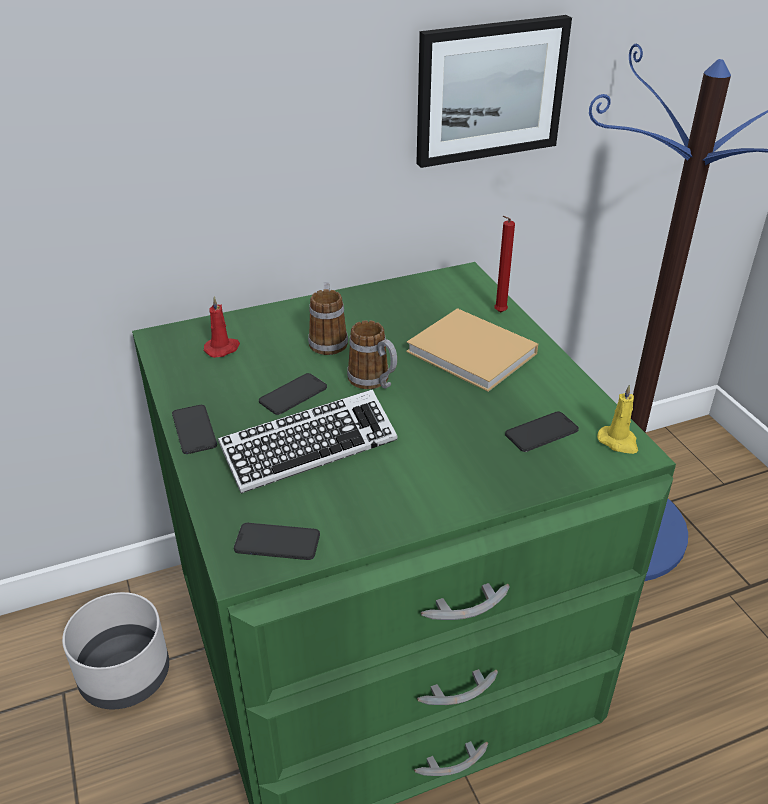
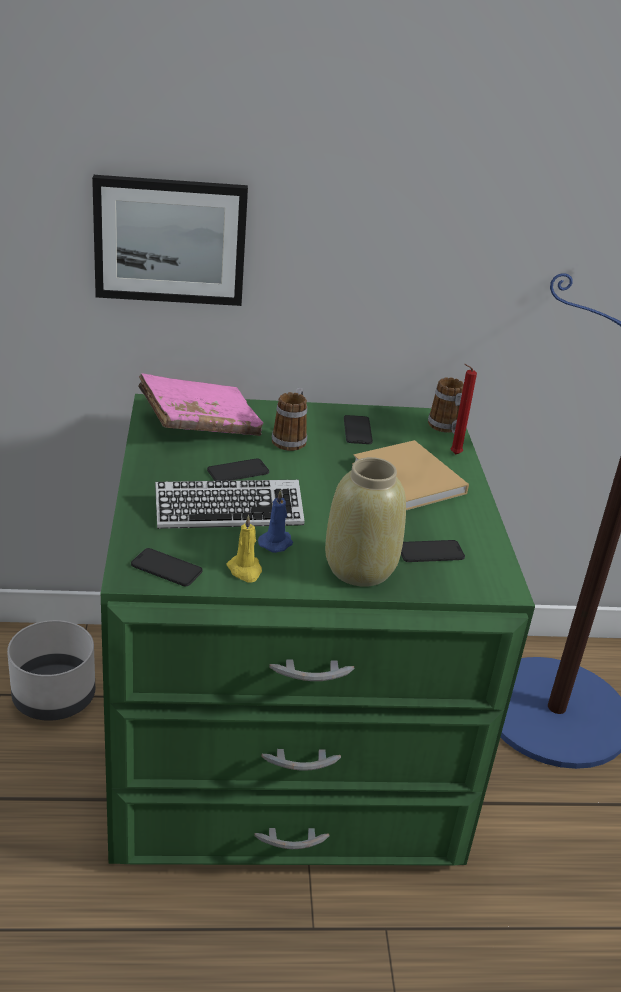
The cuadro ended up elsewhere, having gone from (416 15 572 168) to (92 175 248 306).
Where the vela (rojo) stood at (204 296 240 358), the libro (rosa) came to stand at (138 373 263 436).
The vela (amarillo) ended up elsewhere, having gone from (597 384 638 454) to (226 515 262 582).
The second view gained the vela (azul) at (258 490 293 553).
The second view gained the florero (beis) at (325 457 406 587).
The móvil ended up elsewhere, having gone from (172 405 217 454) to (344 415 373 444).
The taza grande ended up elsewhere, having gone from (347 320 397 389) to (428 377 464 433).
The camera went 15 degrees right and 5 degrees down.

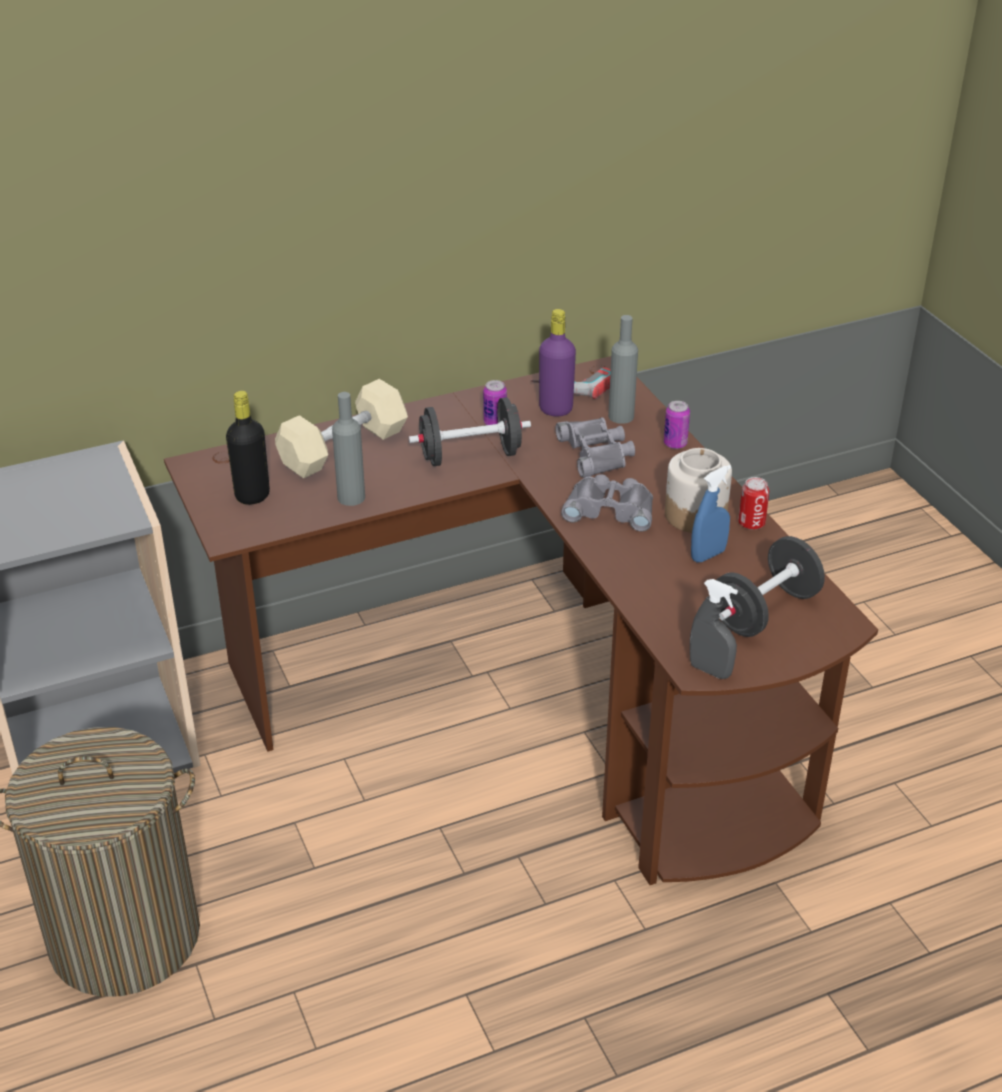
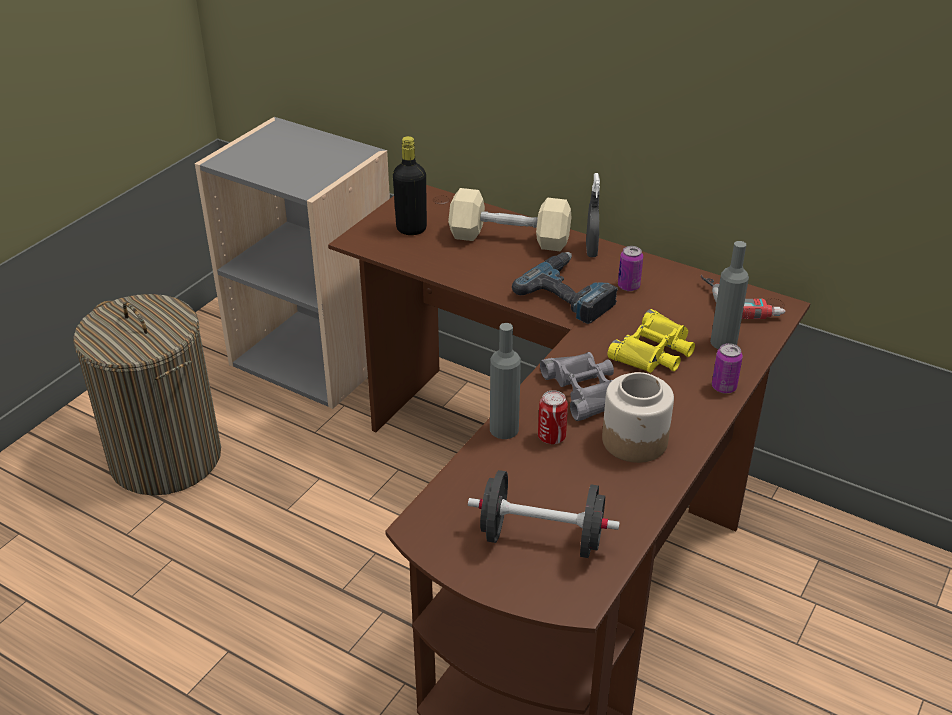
The botella (gris) ended up elsewhere, having gone from (332 392 365 506) to (490 323 521 439).
Where the mancuerna (negro) stood at (408 397 531 466), the taladro came to stand at (512 252 618 324).
The lata ended up elsewhere, having gone from (738 477 769 530) to (538 390 568 444).
The pulverizador (gris) ended up elsewhere, having gone from (690 579 738 679) to (586 173 600 257).
What was the prismáticos (gris) at (555 417 635 478) turned into the prismáticos (amarillo) at (607 309 695 373).
The second view lost the botella (morado) at (539 309 576 416).
The second view lost the pulverizador (azul) at (691 465 731 562).
The camera went 55 degrees right and 0 degrees up.

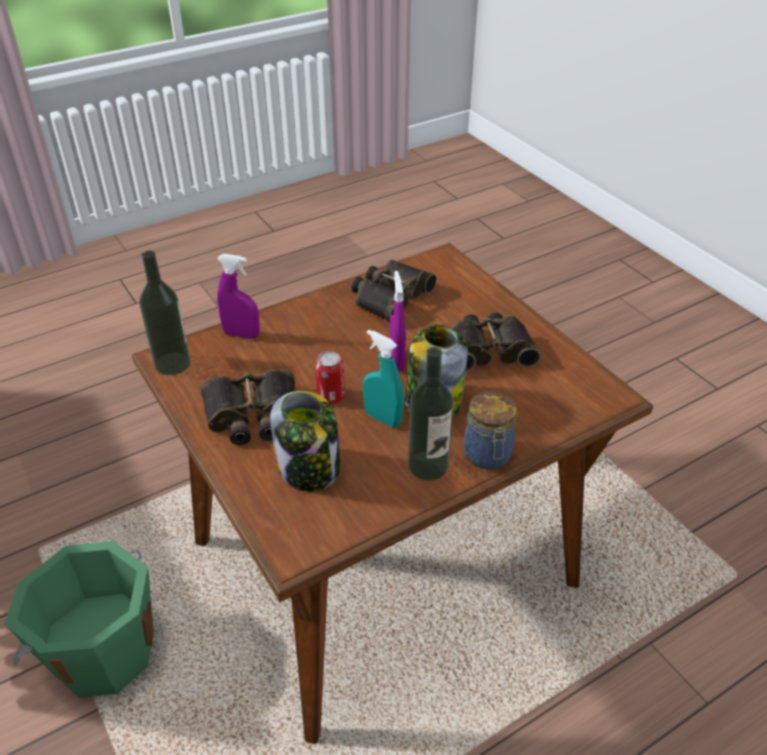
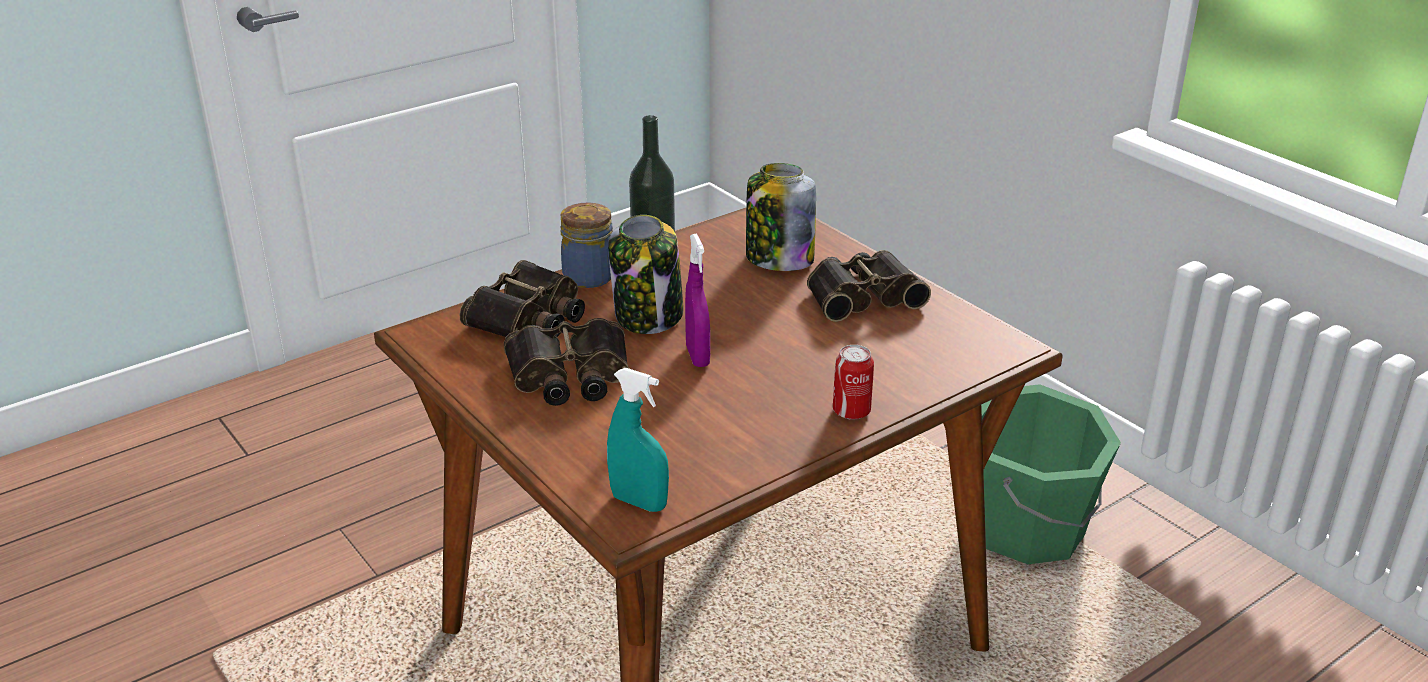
The prismáticos ended up elsewhere, having gone from (351 260 437 322) to (459 260 585 337).
The pulverizador (turquesa) ended up elsewhere, having gone from (363 329 404 427) to (607 368 669 512).
The lata ended up elsewhere, having gone from (315 351 345 404) to (833 345 874 420).
The second view lost the botella at (140 250 191 375).
The second view lost the pulverizador (morado) at (217 254 260 339).
The camera went 175 degrees right and 10 degrees down.

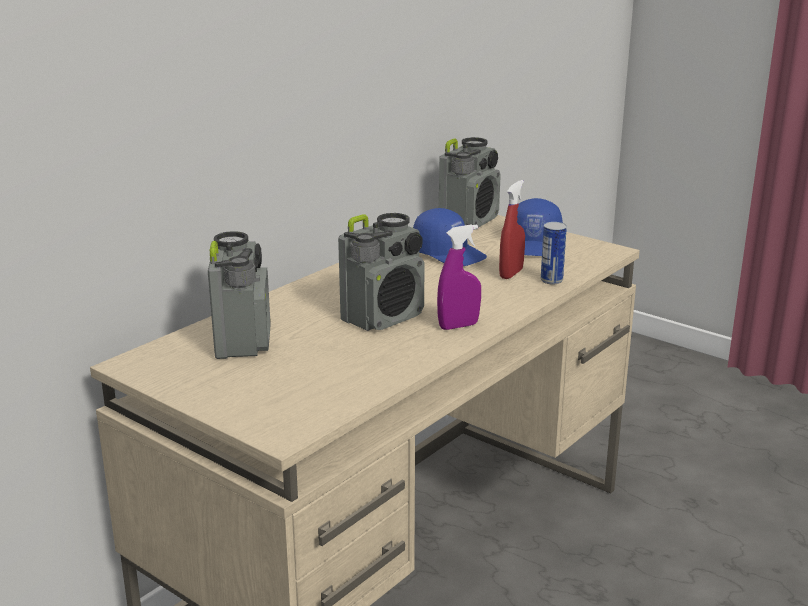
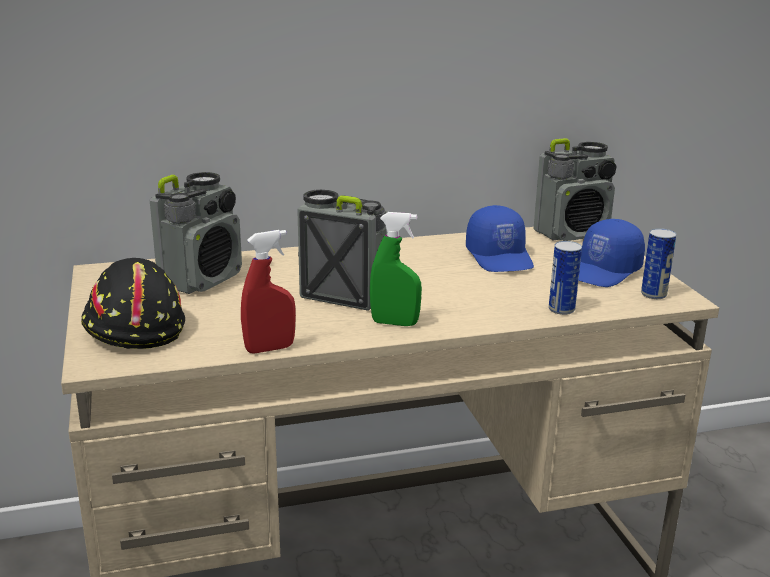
The second view gained the casco (negro) at (81 258 185 349).
The pulverizador (rojo) ended up elsewhere, having gone from (499 180 525 279) to (241 230 296 353).
The radio at (338 213 425 331) ended up facing another way, 150 degrees counterclockwise from before.
What was the pulverizador (morado) at (437 224 481 330) turned into the pulverizador (verde) at (370 212 422 326).
The second view gained the lata at (641 228 676 299).
The camera went 35 degrees right and 0 degrees up.

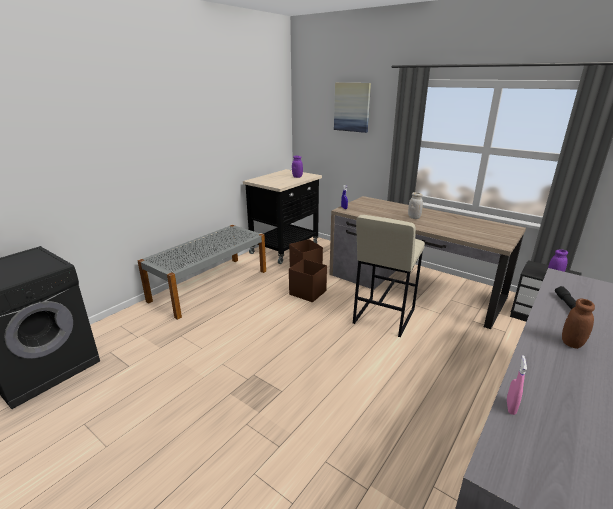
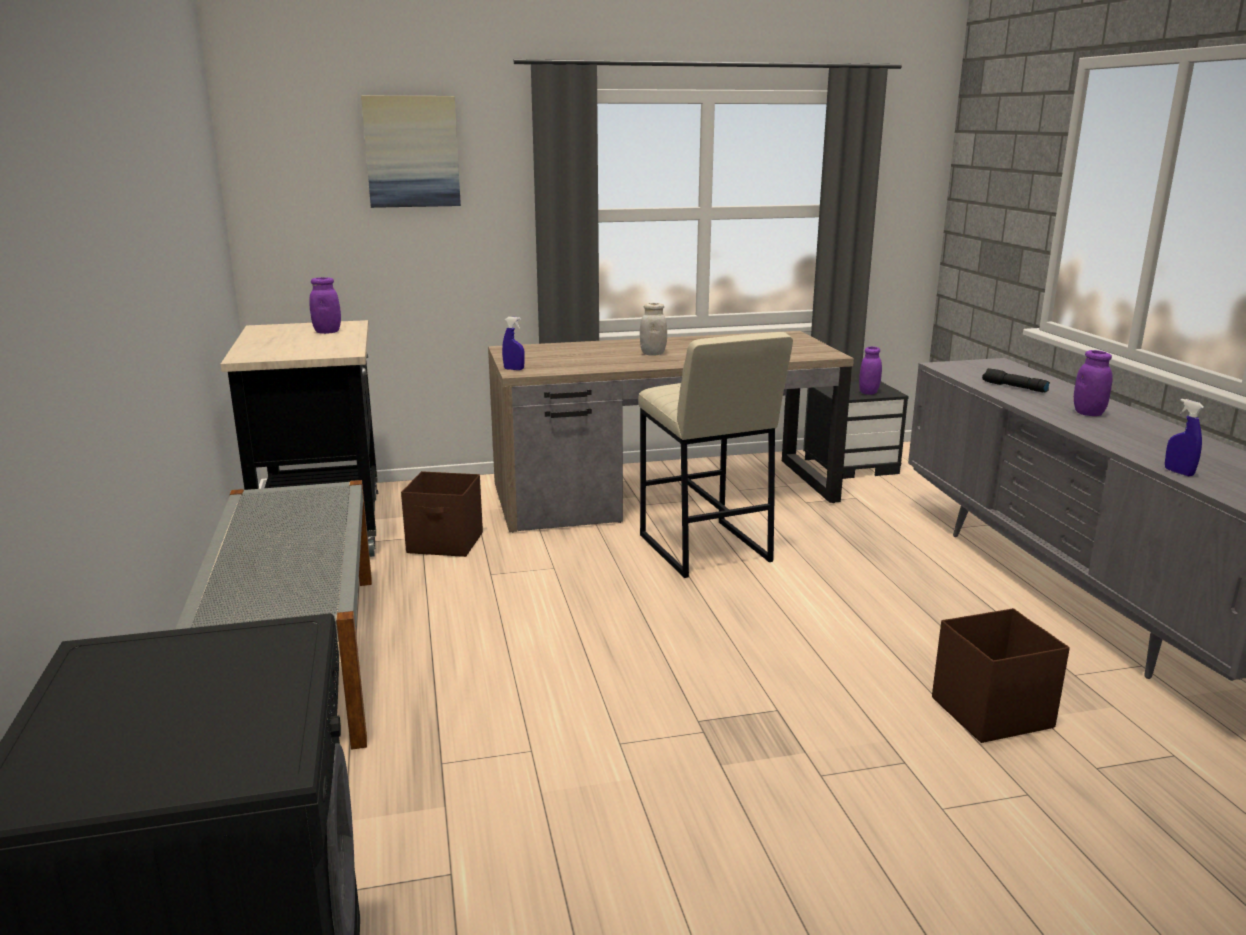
The caja de almacenaje (marrón) ended up elsewhere, having gone from (289 259 327 302) to (932 608 1070 743).
What was the tarro (marrón) at (562 299 595 349) turned into the tarro (morado) at (1074 350 1113 416).
What was the pulverizador (rosa) at (507 355 527 415) turned into the pulverizador (azul) at (1165 399 1204 476).
The camera went 50 degrees left and 5 degrees down.

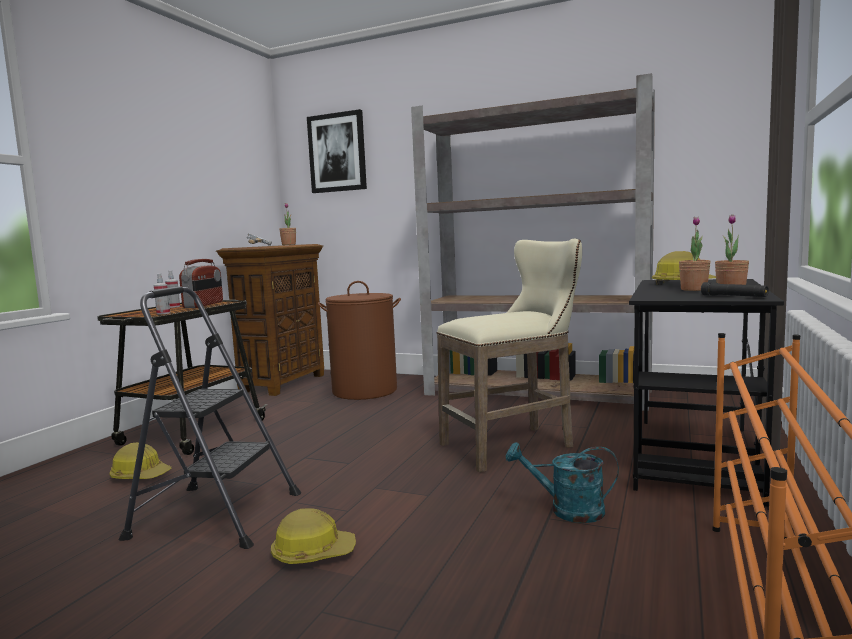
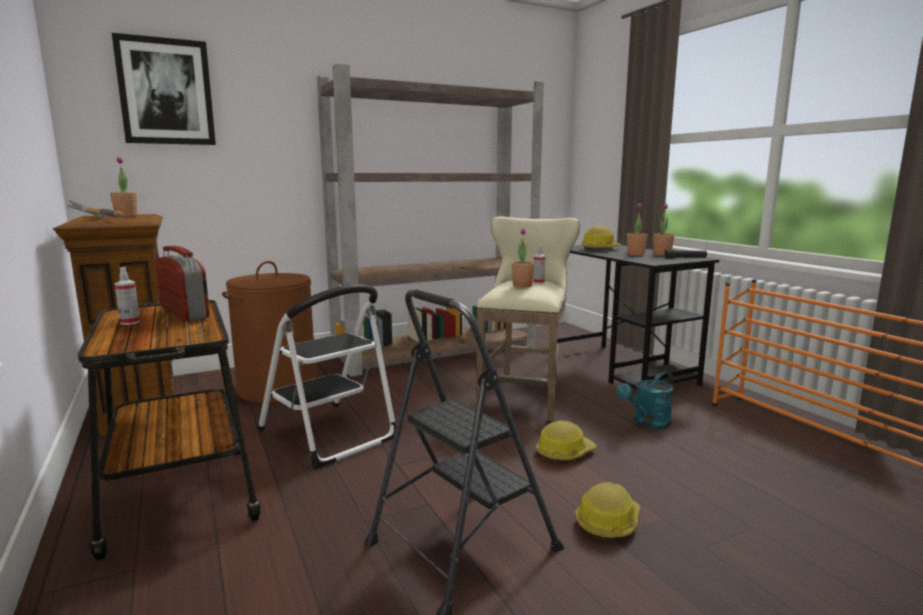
The second view gained the escalera de tijera at (258 284 396 469).
The second view gained the planta en maceta at (511 228 534 287).
The pulverizador ended up elsewhere, having gone from (154 274 170 315) to (533 245 546 284).
The casco ended up elsewhere, having gone from (109 443 172 479) to (536 421 596 461).
The camera went 50 degrees left and 5 degrees up.

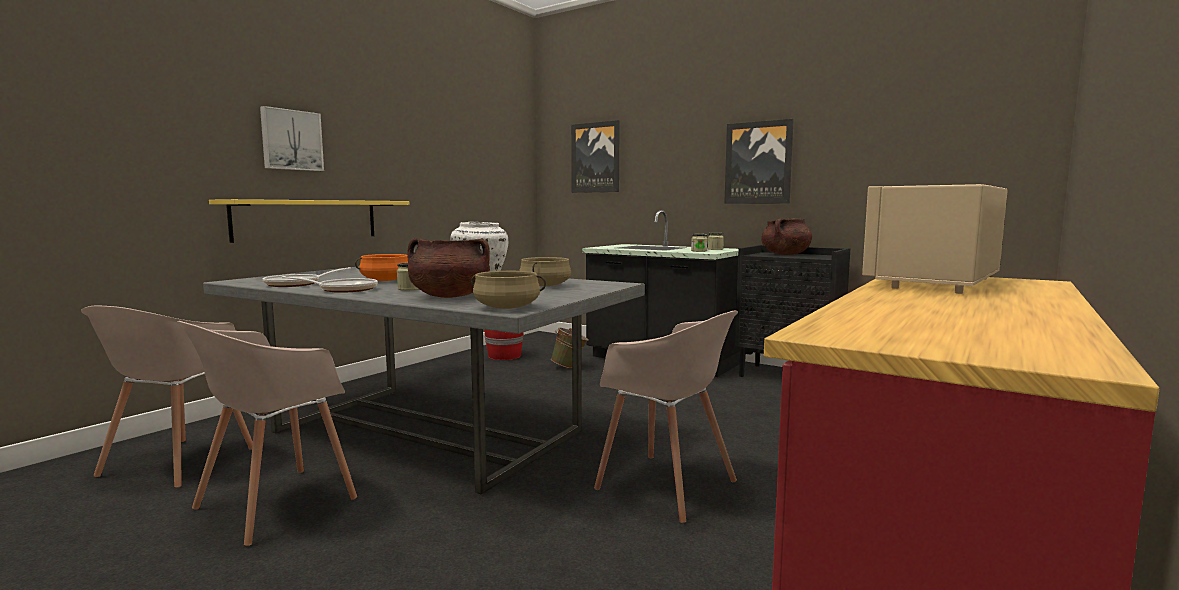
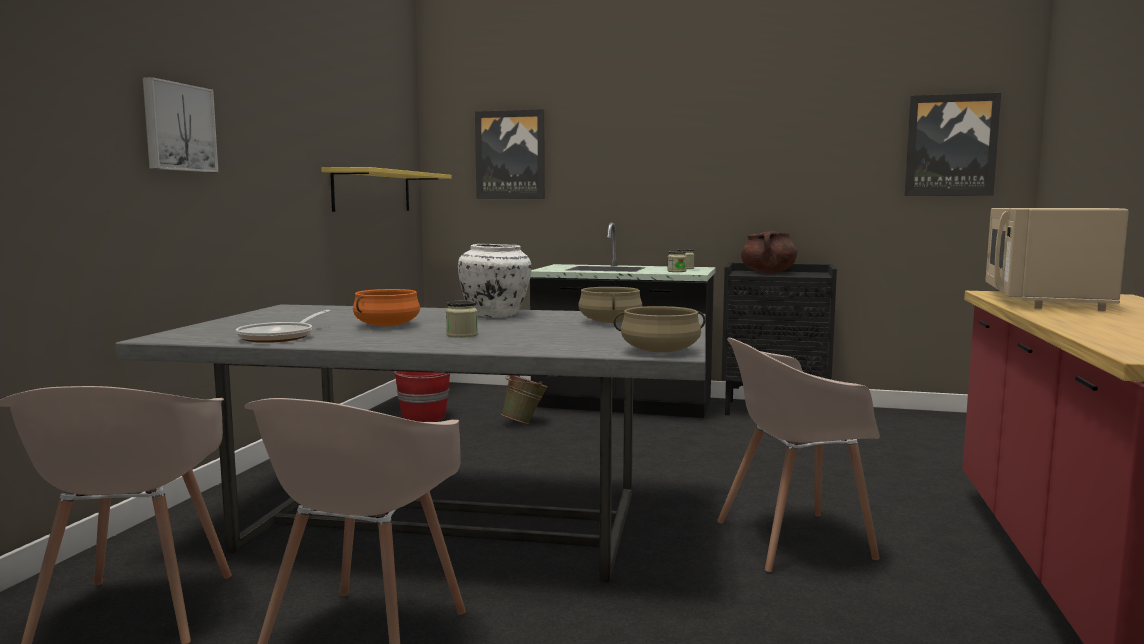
The estante (amarillo) ended up elsewhere, having gone from (209 199 409 243) to (321 167 452 212).
The silla (beis) at (594 310 738 523) ended up facing another way, 150 degrees clockwise from before.
The cuadro ended up elsewhere, having gone from (724 119 794 204) to (905 93 1001 196).
The second view lost the sartén at (281 276 378 293).
The second view lost the olla (marrón) at (407 238 490 298).
The camera went 20 degrees left and 0 degrees up.

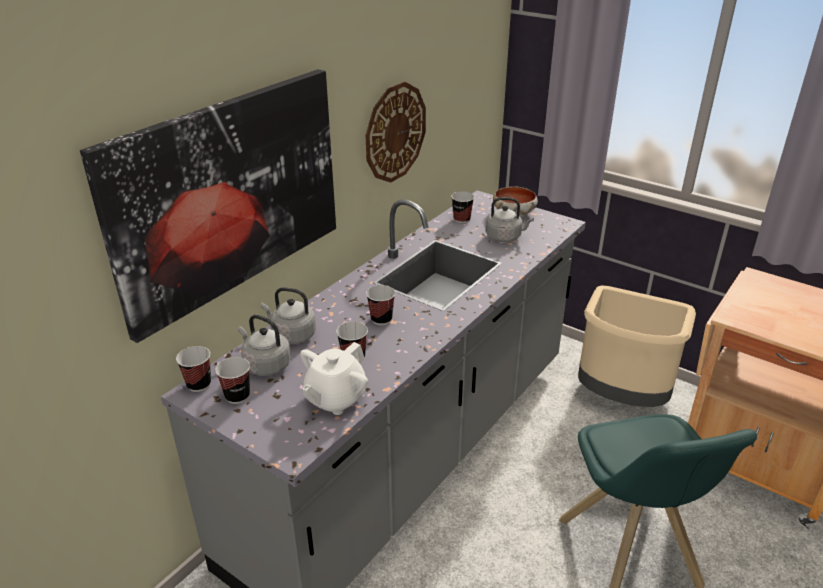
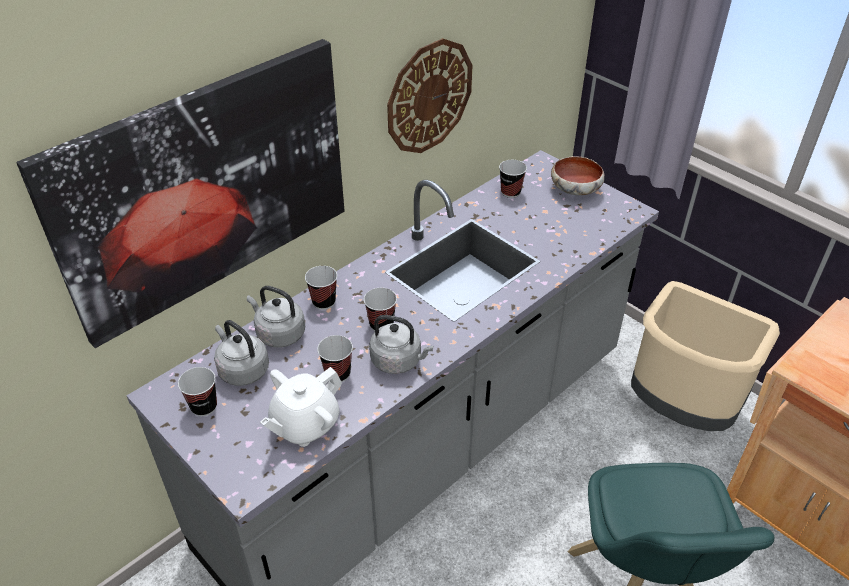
The taza ended up elsewhere, having gone from (176 346 211 392) to (305 266 337 310).
The hervidor (gris) ended up elsewhere, having gone from (486 197 534 242) to (369 315 433 374).
The camera went 10 degrees right and 10 degrees up.

